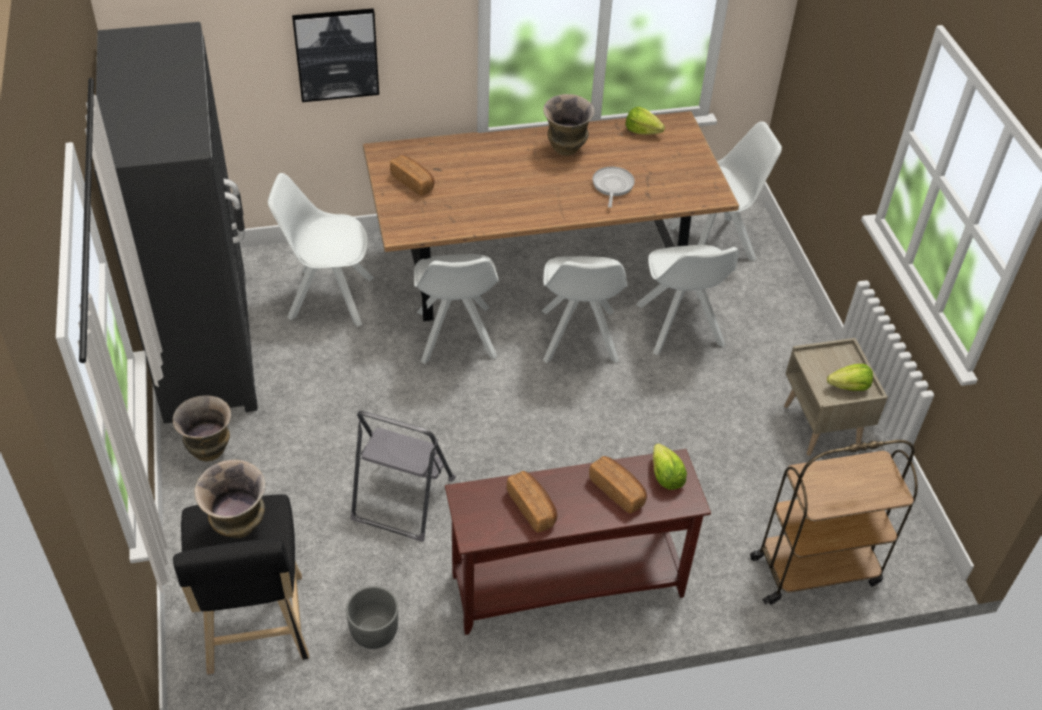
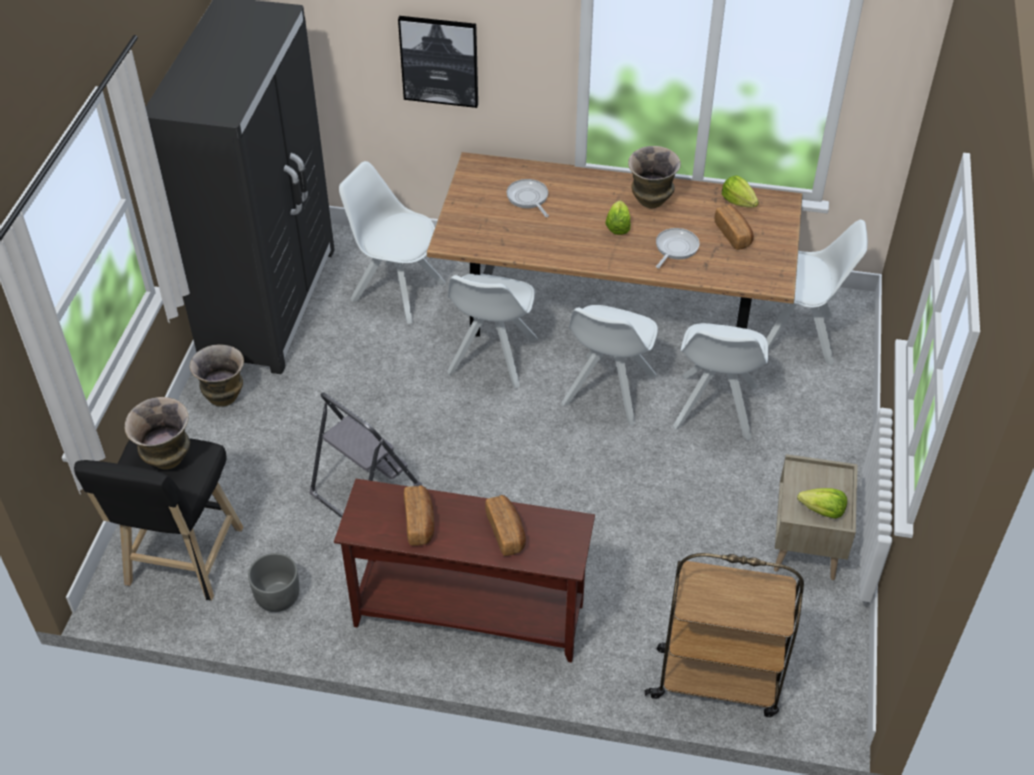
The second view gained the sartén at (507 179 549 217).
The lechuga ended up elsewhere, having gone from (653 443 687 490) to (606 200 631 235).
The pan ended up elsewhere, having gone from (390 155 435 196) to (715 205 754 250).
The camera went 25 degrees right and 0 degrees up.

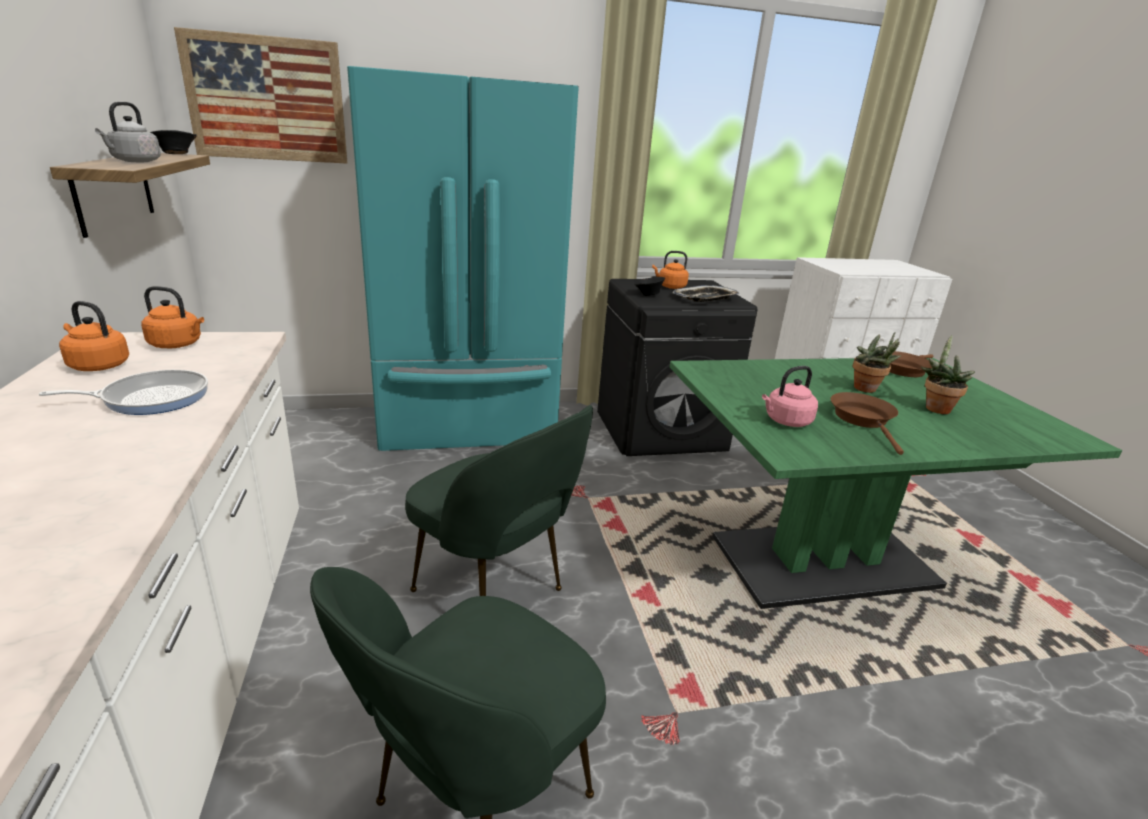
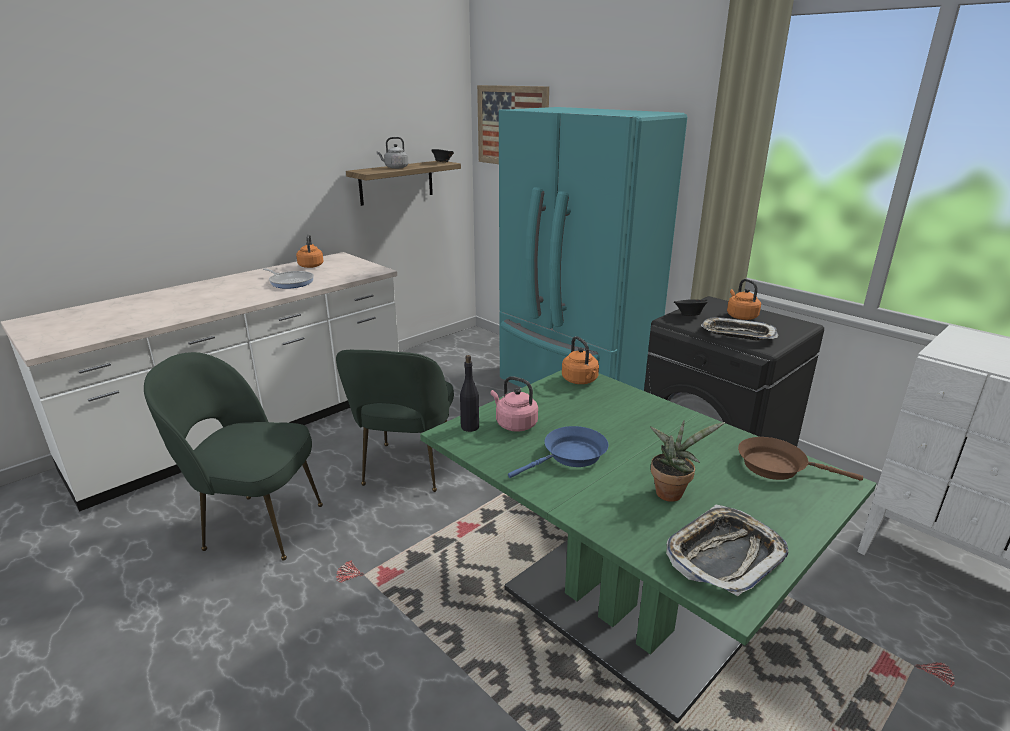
The second view gained the botella (negro) at (460 355 479 432).
What was the sartén (marrón) at (831 392 904 455) turned into the sartén (azul) at (508 426 609 478).
The hervidor (naranja) ended up elsewhere, having gone from (141 286 204 348) to (562 336 599 384).
The second view gained the bandeja at (666 505 788 596).
The second view lost the planta en maceta at (853 332 901 393).
The camera went 60 degrees right and 0 degrees up.

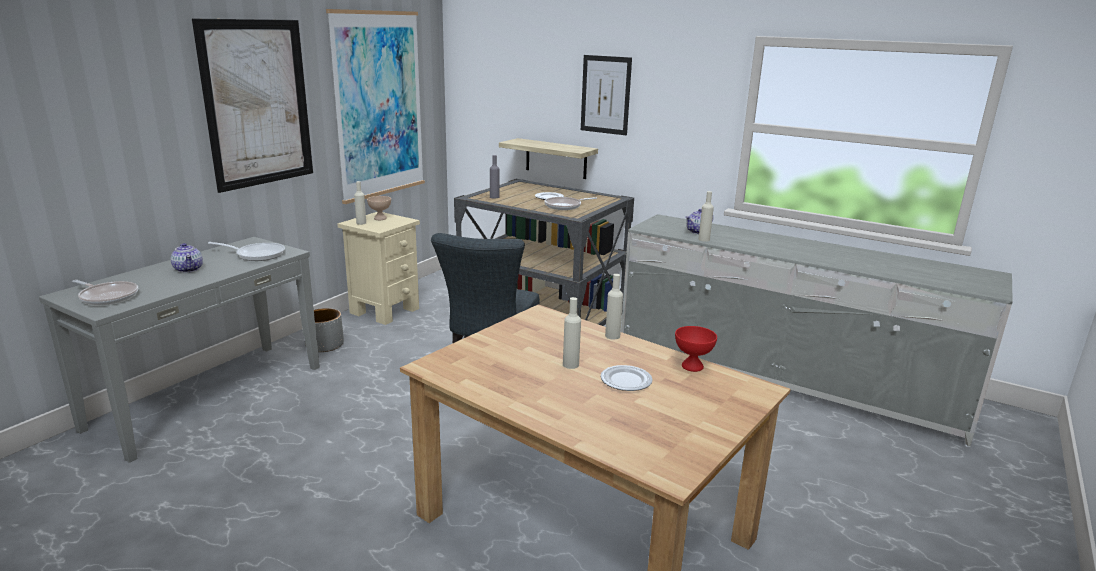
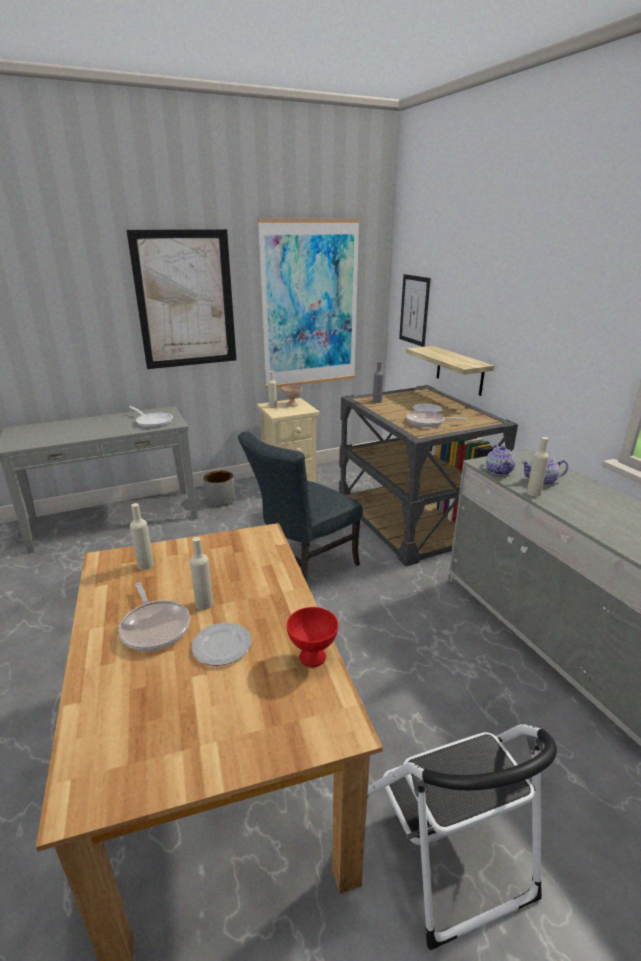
The sartén ended up elsewhere, having gone from (72 280 138 305) to (118 582 190 651).
The botella (beis) ended up elsewhere, having gone from (605 274 623 339) to (130 503 154 570).
The second view gained the escalera de tijera at (367 724 557 950).
The cuadro ended up elsewhere, having gone from (581 55 632 135) to (399 274 431 347).
The tetera ended up elsewhere, having gone from (171 243 203 273) to (486 444 516 475).
The camera went 35 degrees right and 5 degrees up.

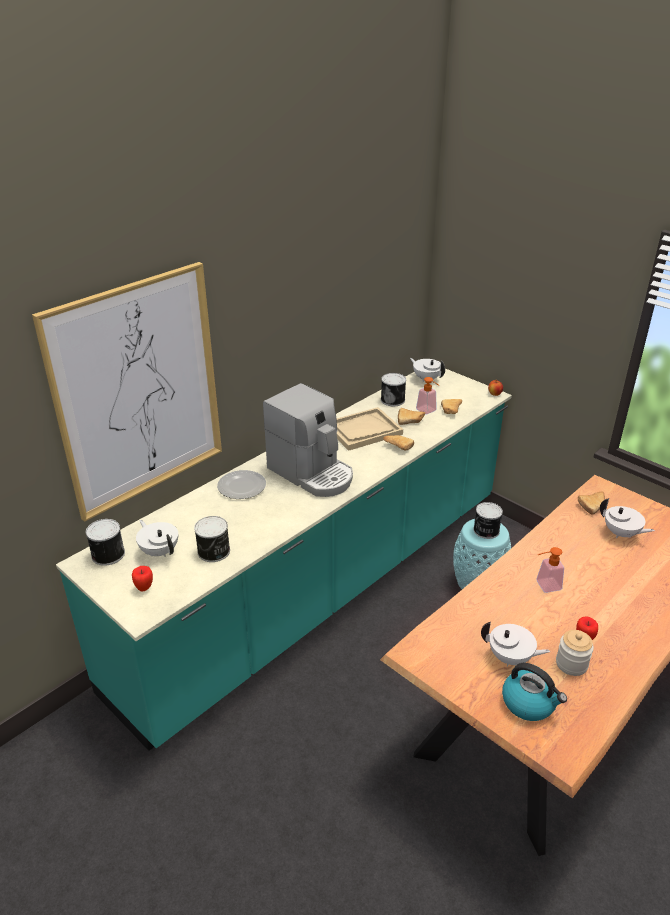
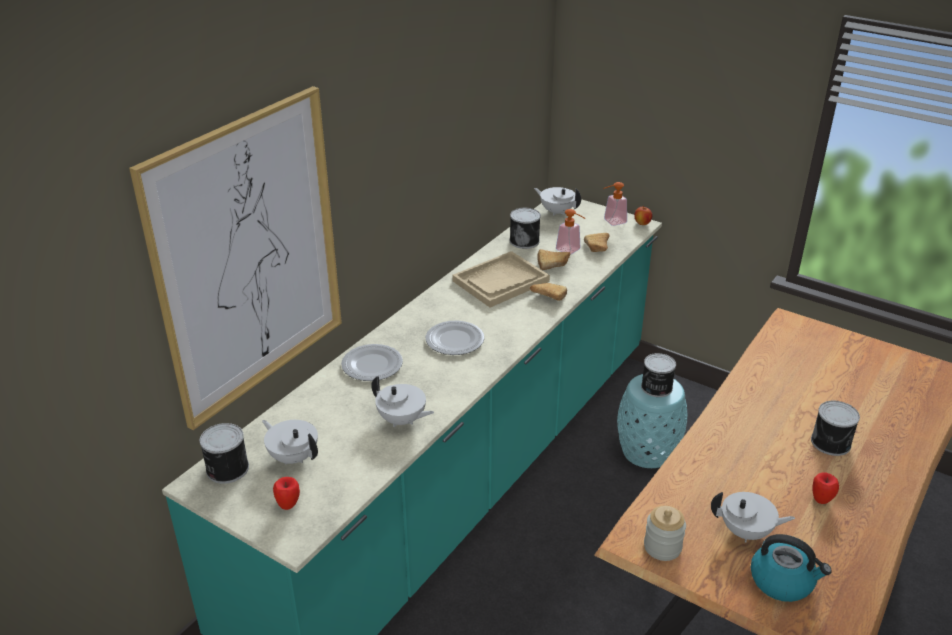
The tetera (blanco) ended up elsewhere, having gone from (600 498 655 538) to (371 376 434 427).
Where the cafetera stood at (263 383 353 497), the plato came to stand at (426 321 484 355).
The dispensador de jabón ended up elsewhere, having gone from (536 547 564 593) to (603 182 627 226).
The tarro ended up elsewhere, having gone from (556 630 594 676) to (644 506 686 561).
The lata ended up elsewhere, having gone from (194 516 230 562) to (811 401 860 456).
The second view lost the pan at (578 491 605 515).
The camera went 10 degrees left and 0 degrees up.

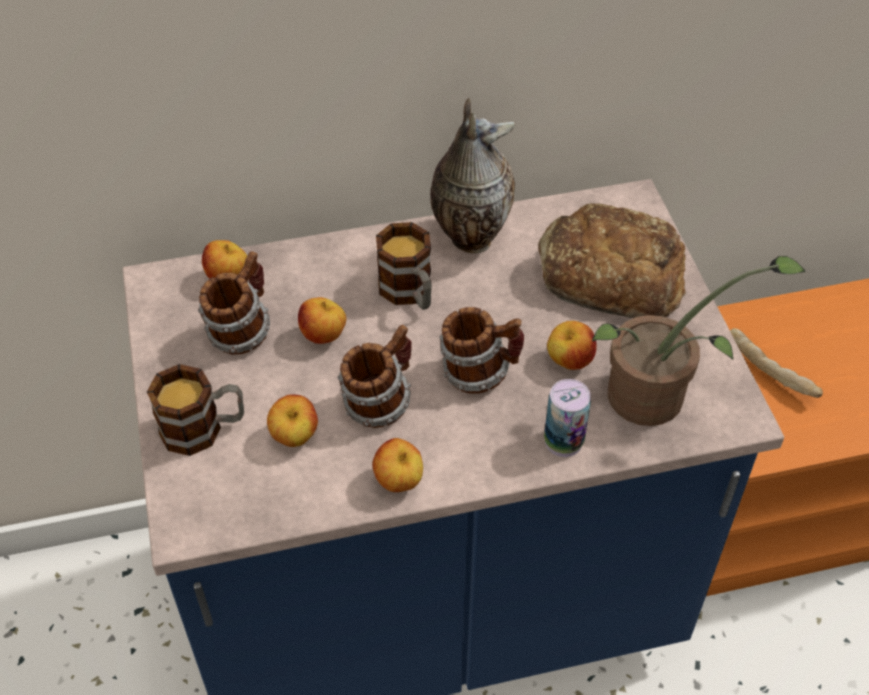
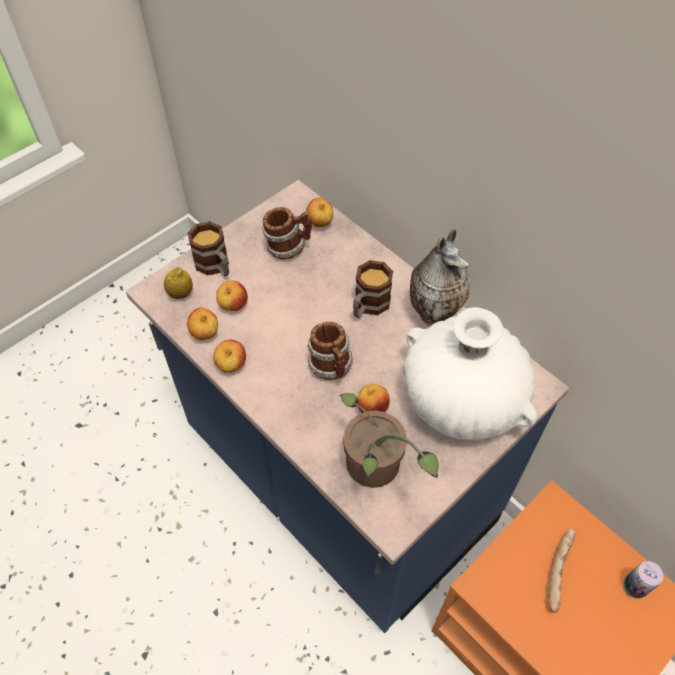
The second view gained the limón at (164 267 193 299).
The manzana ended up elsewhere, having gone from (298 297 346 344) to (187 308 218 340).
Where the pan stood at (538 203 686 318), the florero (blanco) came to stand at (403 307 537 440).
The lata ended up elsewhere, having gone from (544 379 591 457) to (623 561 663 599).
The second view lost the taza grande at (338 325 412 428).
The camera went 60 degrees right and 5 degrees up.

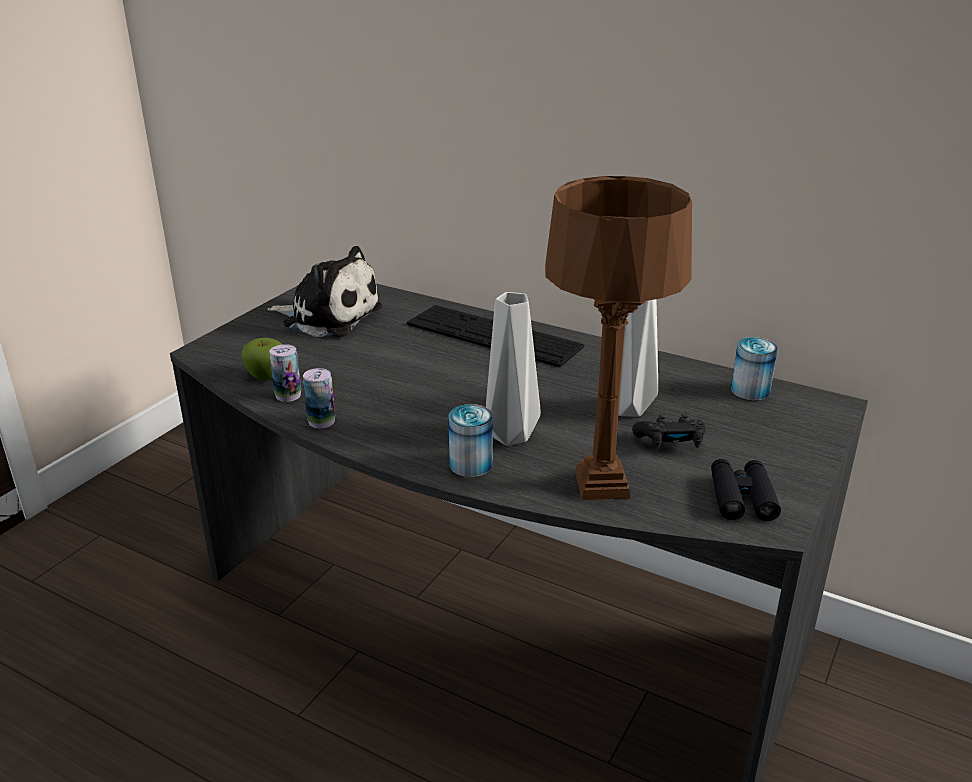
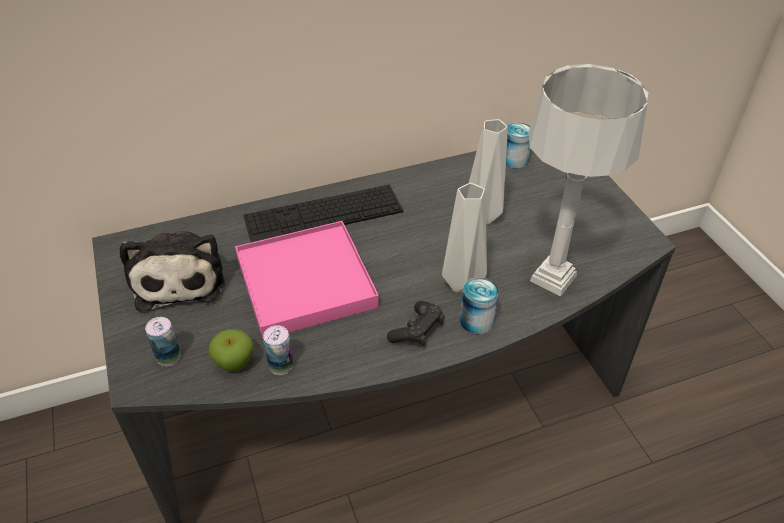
The peluche at (267 246 382 337) ended up facing another way, 105 degrees clockwise from before.
The lata ended up elsewhere, having gone from (303 368 335 428) to (145 317 181 366).
The second view gained the bandeja (rosa) at (235 221 379 338).
The mando de consola (negro) ended up elsewhere, having gone from (632 412 705 450) to (387 301 444 347).
What was the lámpara de mesa (marrón) at (545 176 692 500) turned into the lámpara de mesa (gris) at (528 64 648 296).
The second view lost the prismáticos (negro) at (711 459 781 521).
The camera went 50 degrees left and 15 degrees up.

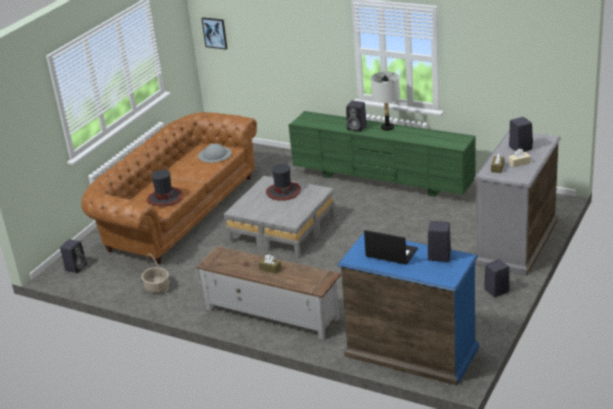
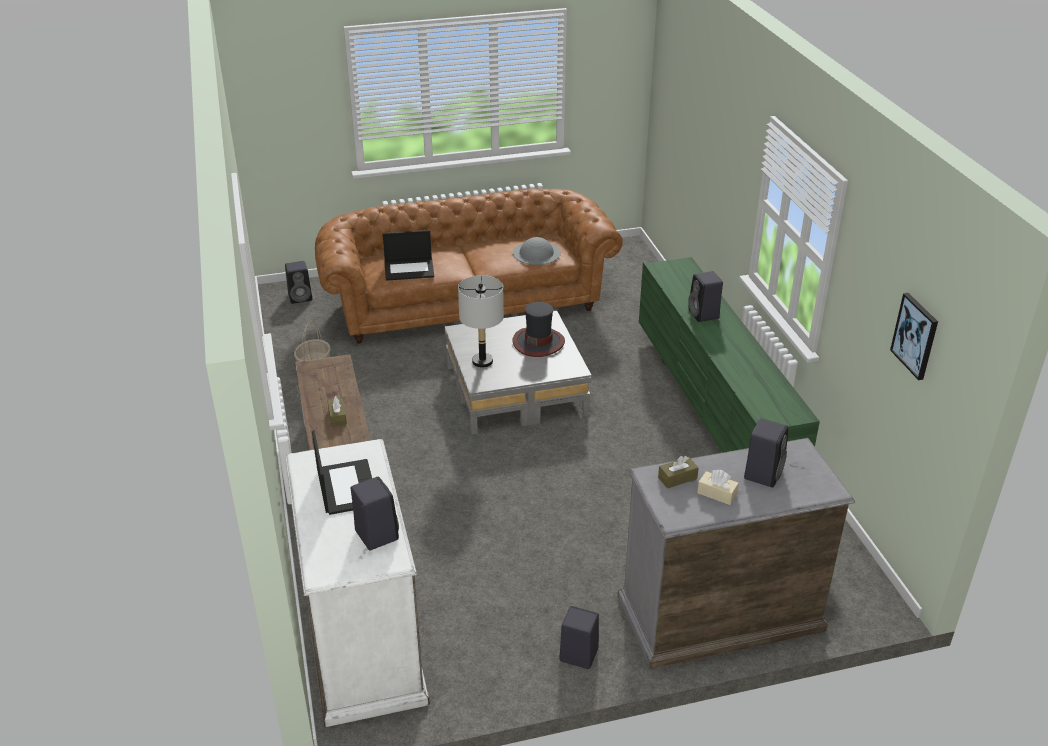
What was the cómoda (azul) at (337 233 479 386) turned into the cómoda (blanco) at (285 439 430 727).
Where the sombrero stood at (147 170 183 206), the portátil came to stand at (383 230 434 281).
The lámpara de mesa (gris) ended up elsewhere, having gone from (371 72 400 131) to (458 275 504 367).
The cuadro ended up elsewhere, having gone from (201 17 227 49) to (890 293 938 380).
The camera went 45 degrees right and 5 degrees up.

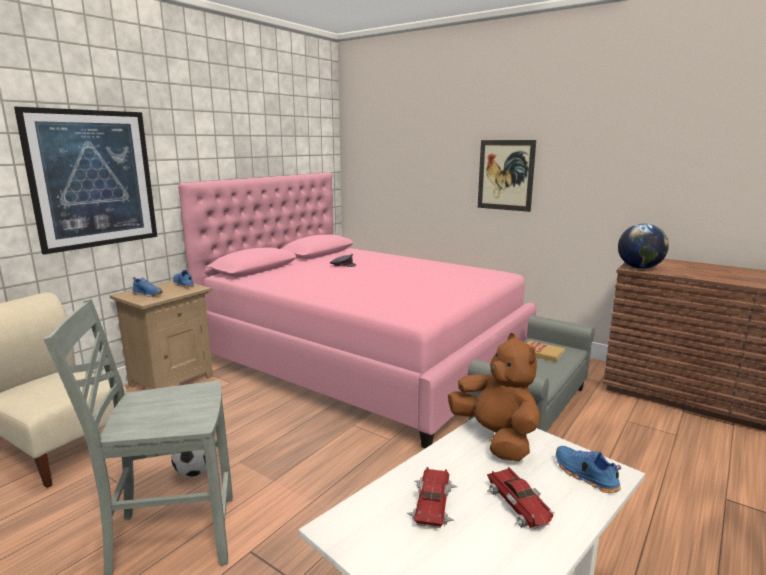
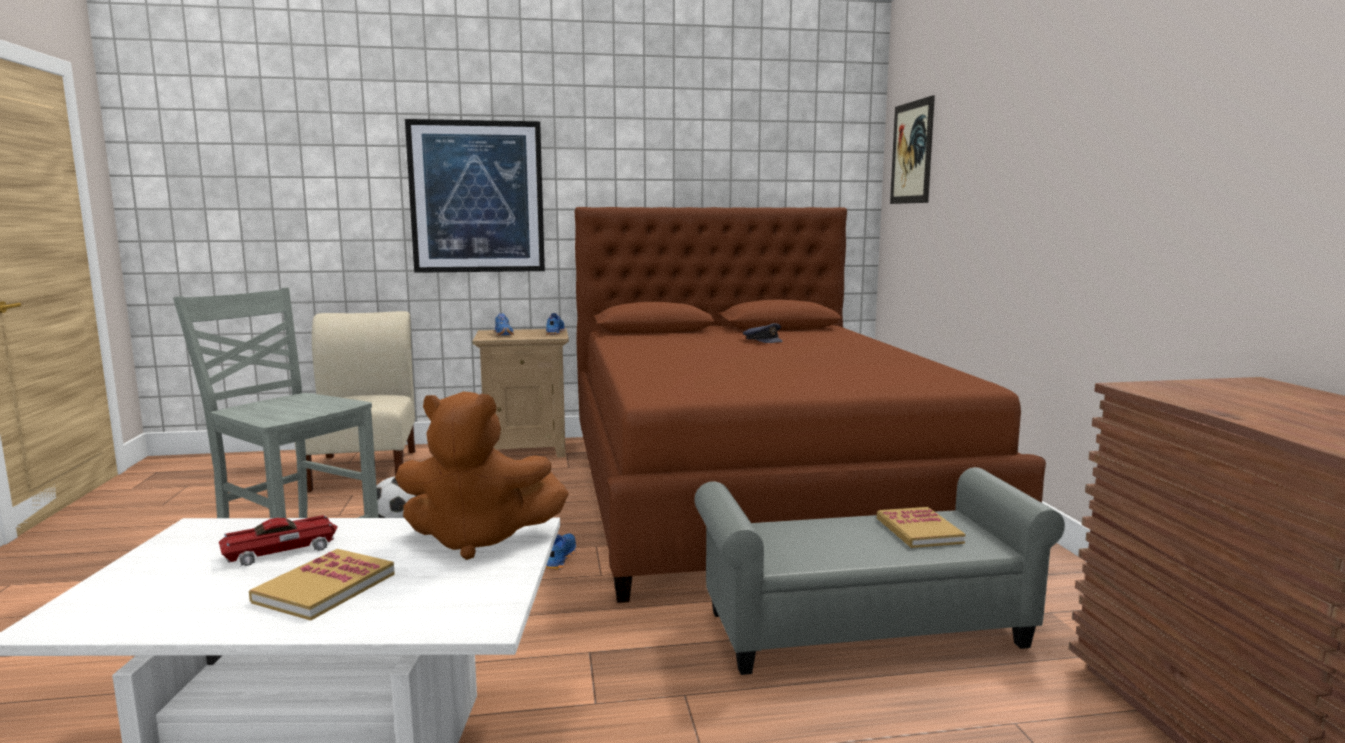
Where the coche de juguete stood at (486 467 555 529), the libro came to stand at (249 549 395 621).
The peluche (marrón) at (448 333 540 461) ended up facing another way, 75 degrees clockwise from before.
The zapato (azul) ended up elsewhere, having gone from (556 446 621 493) to (545 534 576 570).
What was the cama (rosa) at (178 172 536 449) turned into the cama (marrón) at (575 207 1046 603).
The cuadro ended up elsewhere, having gone from (478 140 536 212) to (890 95 935 204).
The second view lost the globo terráqueo at (618 223 669 269).
The camera went 45 degrees right and 5 degrees down.

